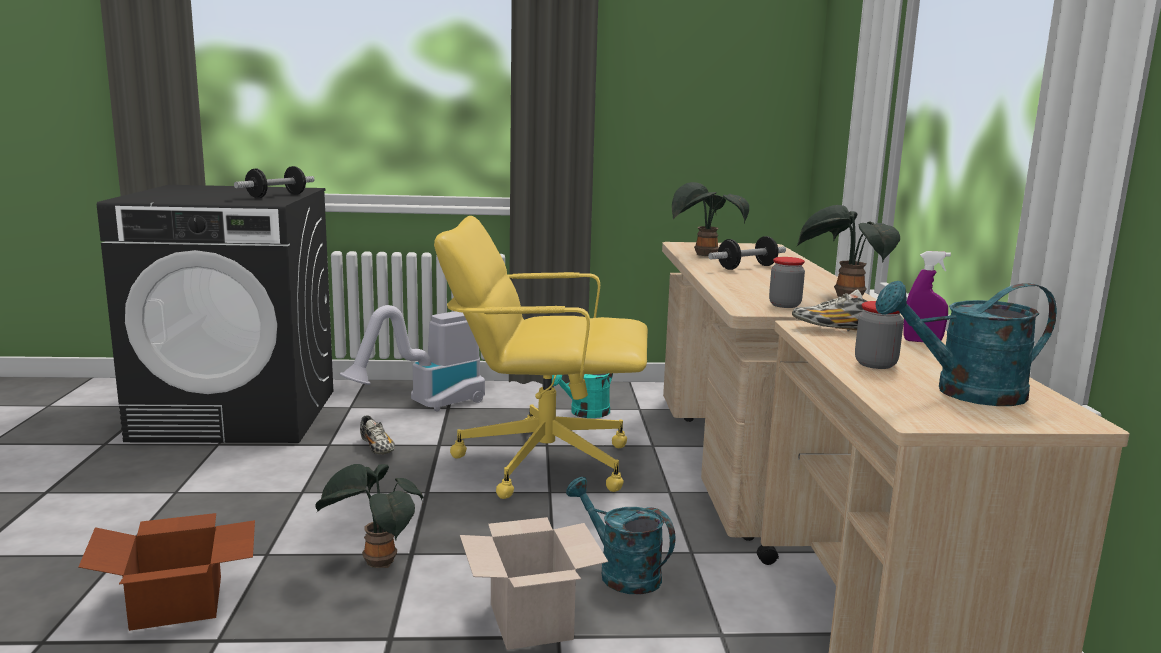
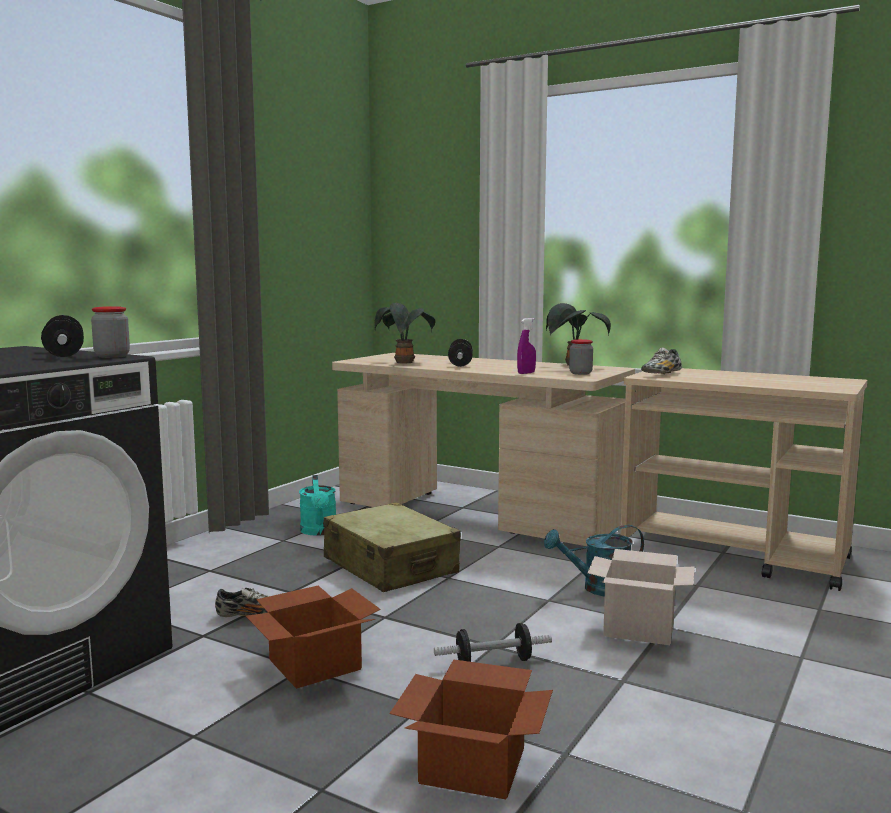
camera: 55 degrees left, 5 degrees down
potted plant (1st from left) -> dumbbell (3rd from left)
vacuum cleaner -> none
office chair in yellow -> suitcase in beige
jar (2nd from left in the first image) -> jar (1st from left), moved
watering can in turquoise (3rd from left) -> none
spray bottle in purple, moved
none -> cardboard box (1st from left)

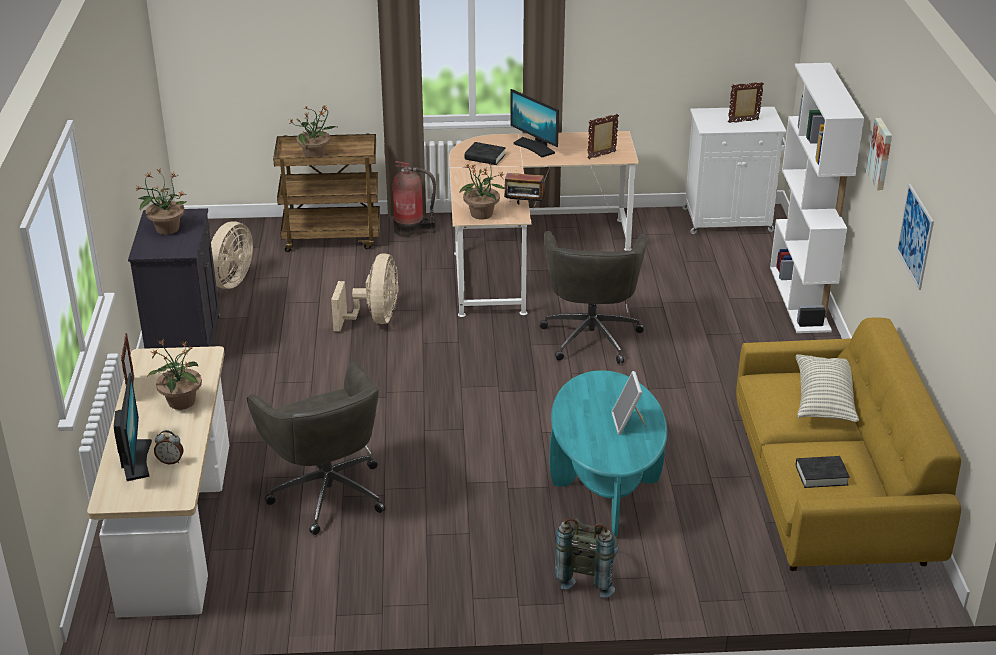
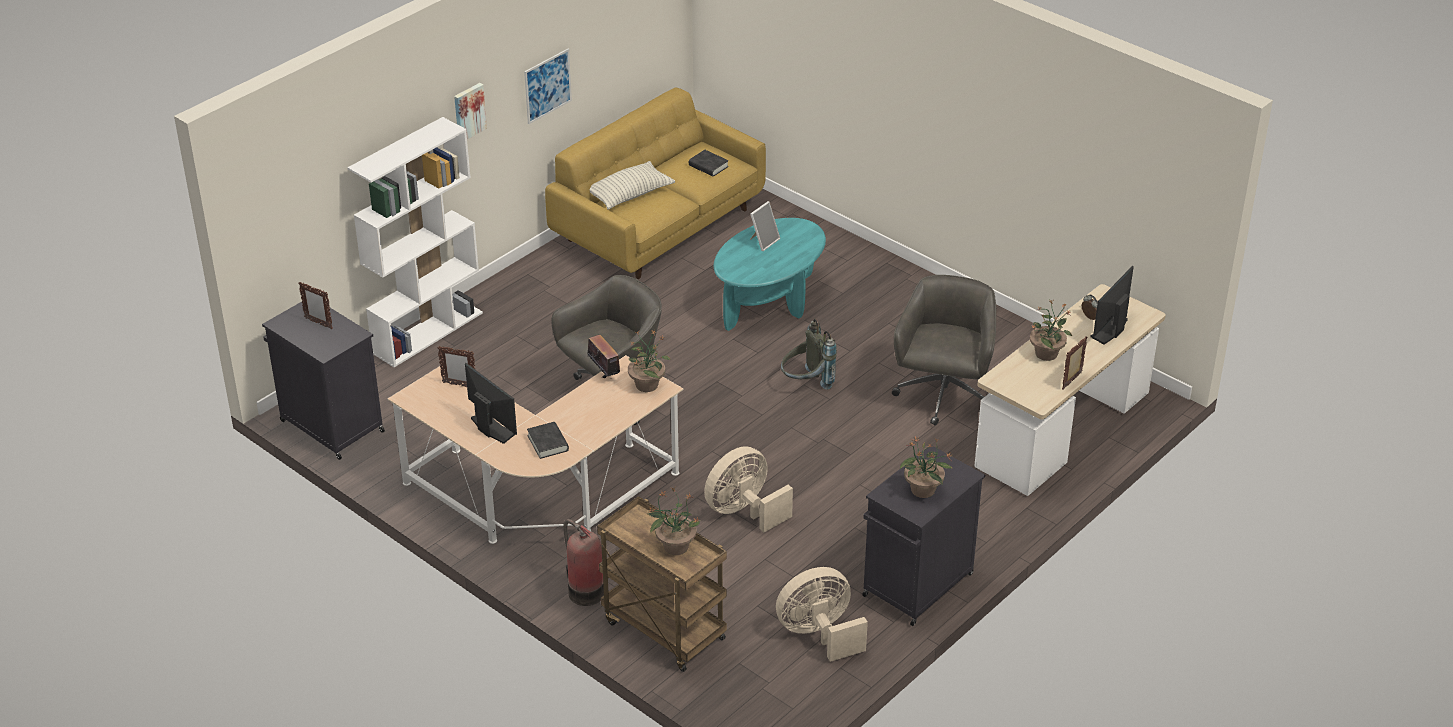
camera: 135 degrees left, 5 degrees up
monitor (2nd from left in the first image) -> monitor (1st from left), 45 degrees counterclockwise
backpack in grey, moved
cabinet in white -> cabinet in black (1st from left)

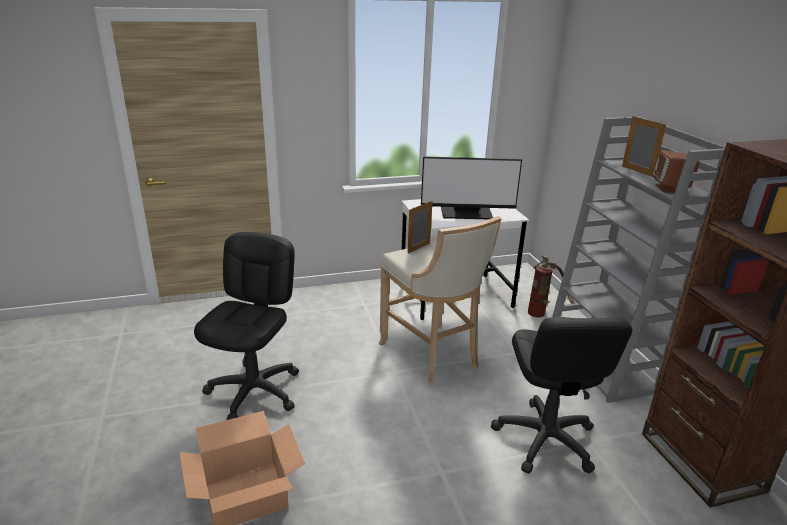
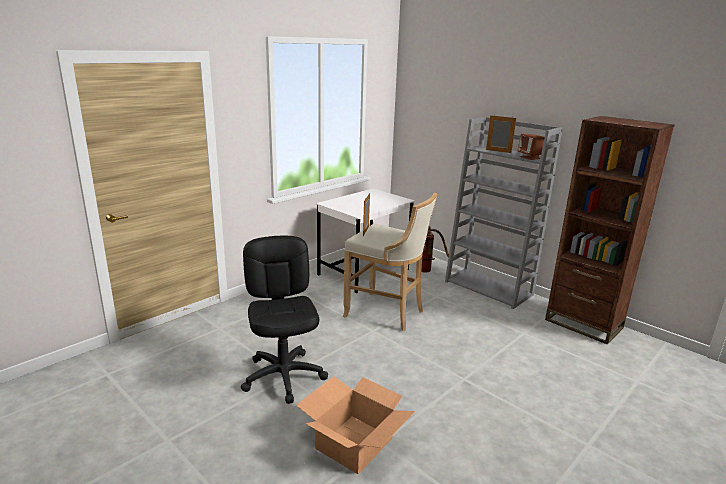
camera: 30 degrees left, 5 degrees down
monitor -> none
office chair in black (2nd from left) -> none

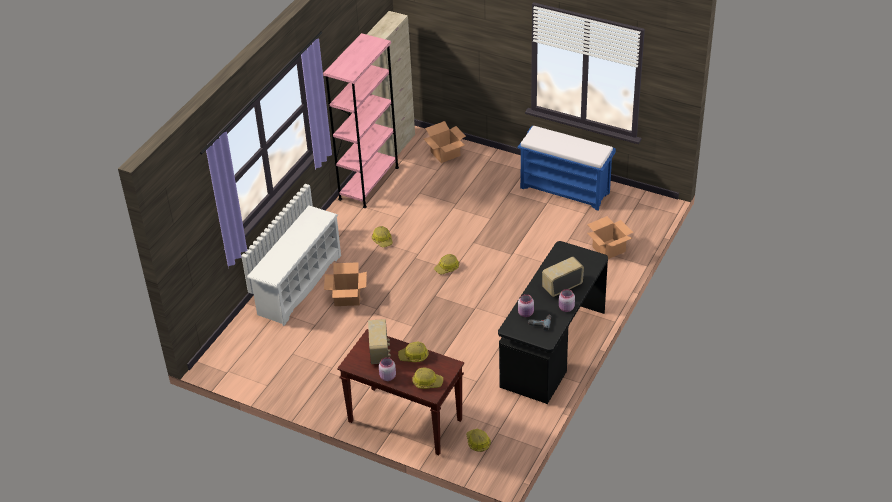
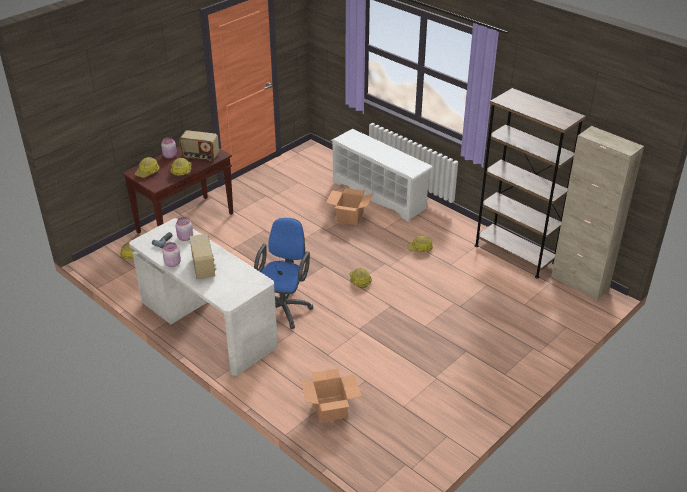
camera: 105 degrees right, 5 degrees down
bookcase in pink -> bookcase in brown
cardboard box (2nd from left) -> none
desk in black -> desk in white
bench in blue -> none
none -> office chair in blue

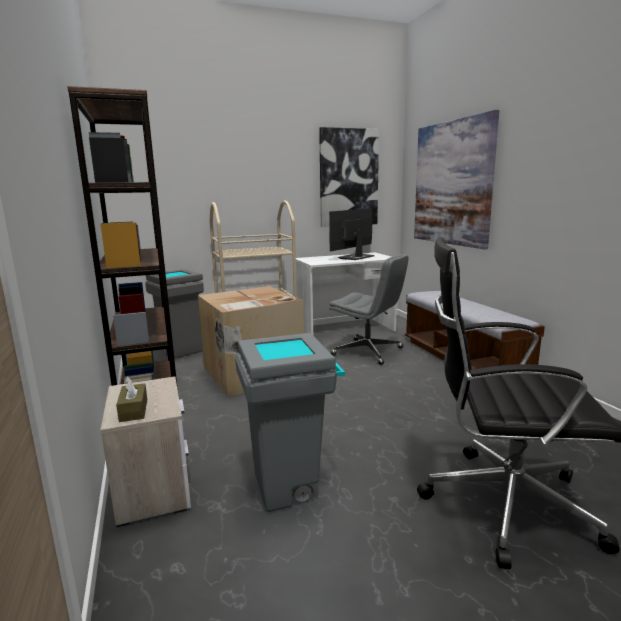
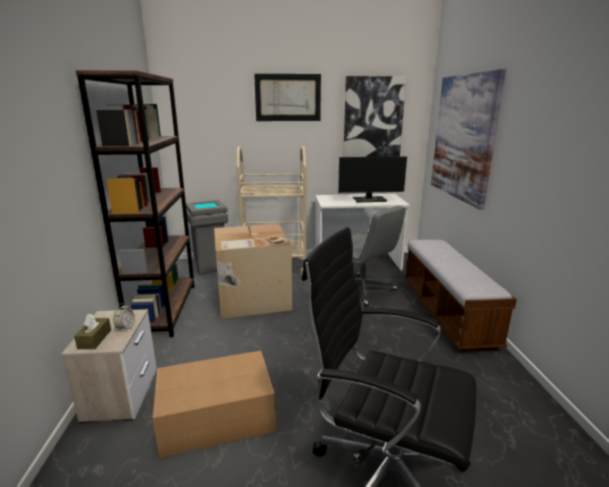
camera: 15 degrees right, 5 degrees up
trash can in grey (2nd from left) -> cardboard box (1st from left)
monitor, 150 degrees counterclockwise
none -> alarm clock
none -> picture (1st from left)

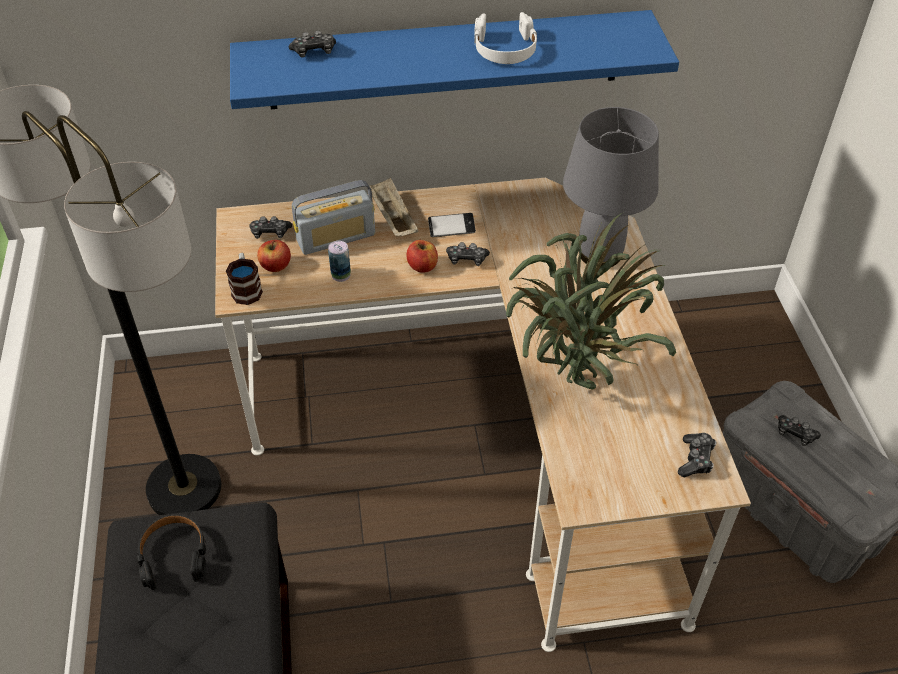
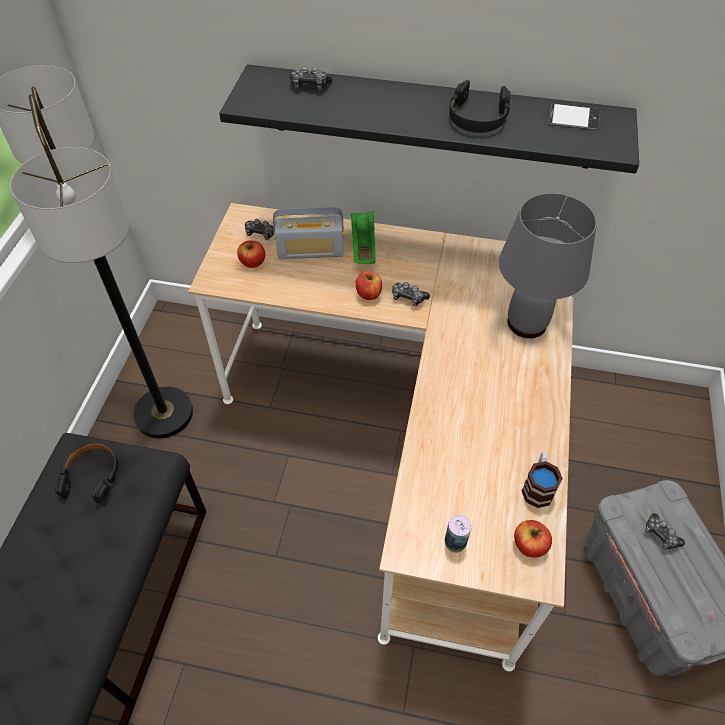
camera: 20 degrees right, 5 degrees up
mug, moved
shelf in blue -> shelf in black
can, moved
tray in beige -> tray in green
phone, moved
headphones in white -> headphones in black (2nd from left)
potted plant -> none
game controller (4th from left) -> apple (3rd from left)

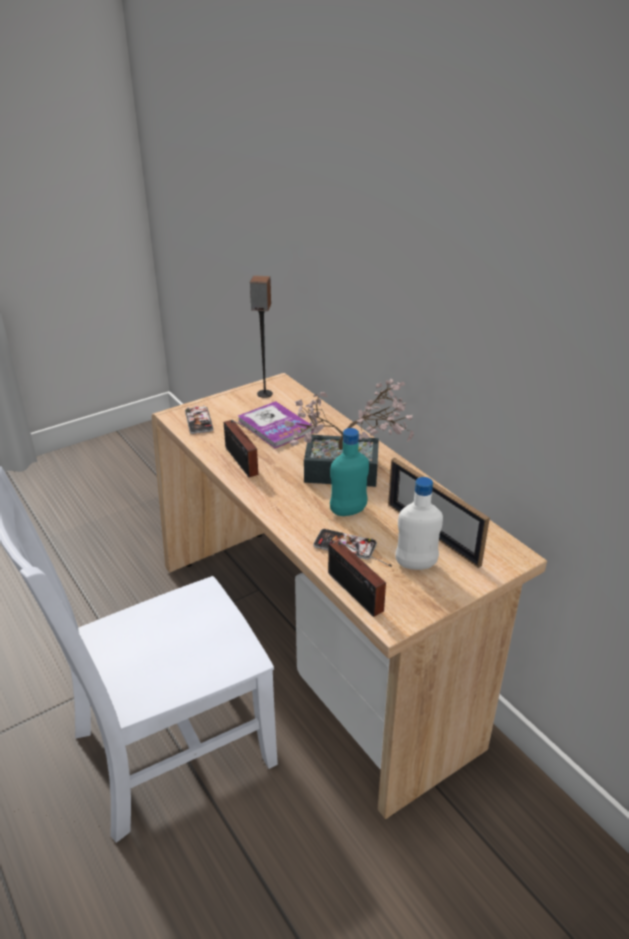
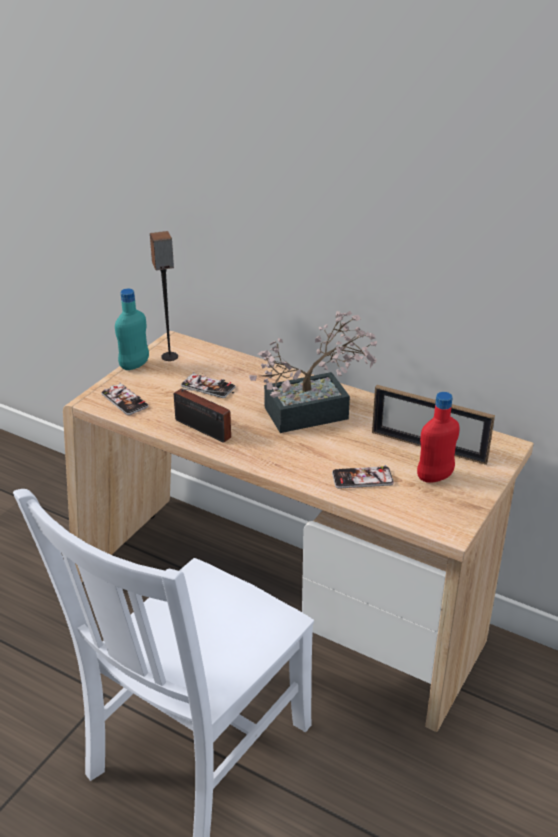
camera: 25 degrees left, 0 degrees up
book -> phone (2nd from left)
radio (2nd from left) -> none
bottle in turquoise, moved
bottle in white -> bottle in red

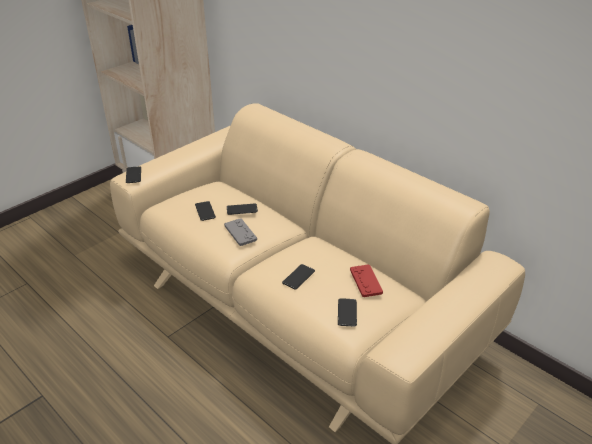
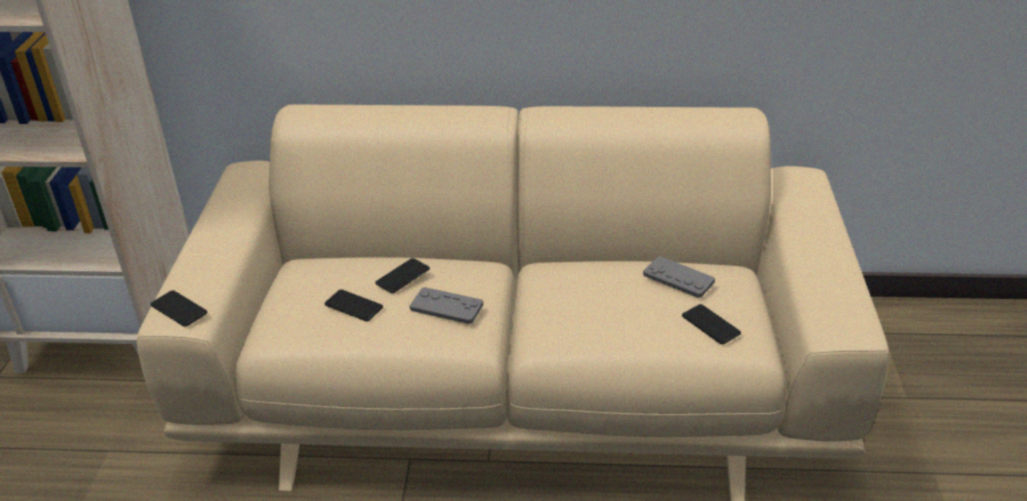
camera: 40 degrees left, 0 degrees up
phone (4th from left) -> none
game controller in red -> game controller in grey (2nd from left)

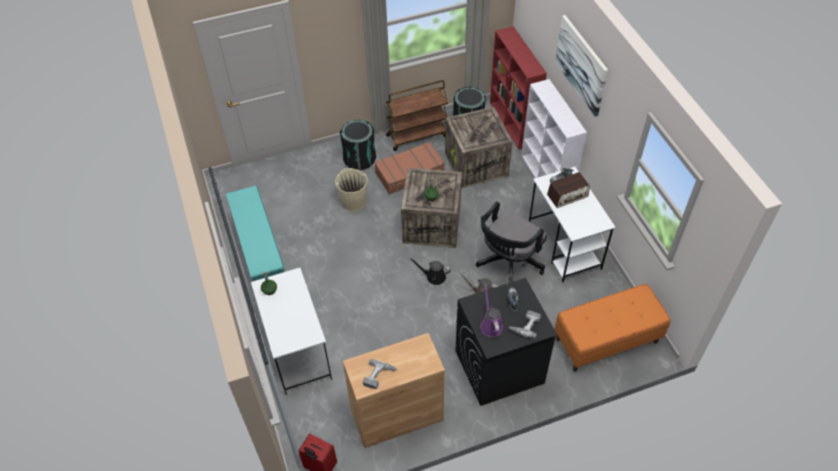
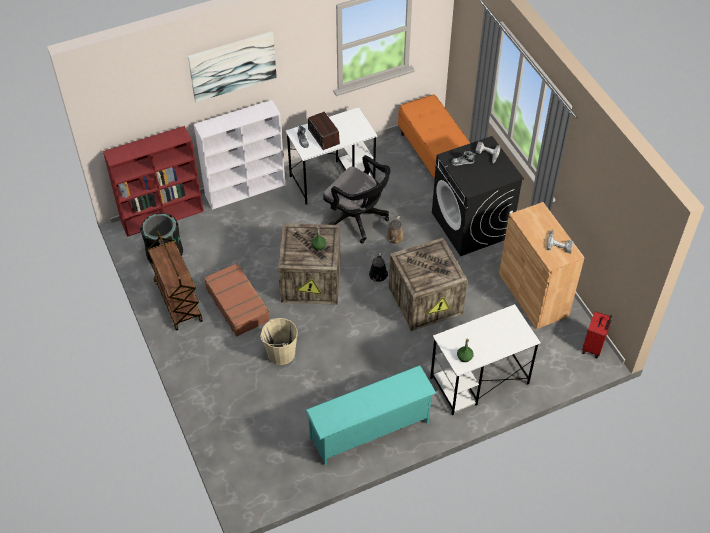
camera: 95 degrees left, 0 degrees up
trash can in black (1st from left) -> none
crate (2nd from left), moved
watering can in purple -> none

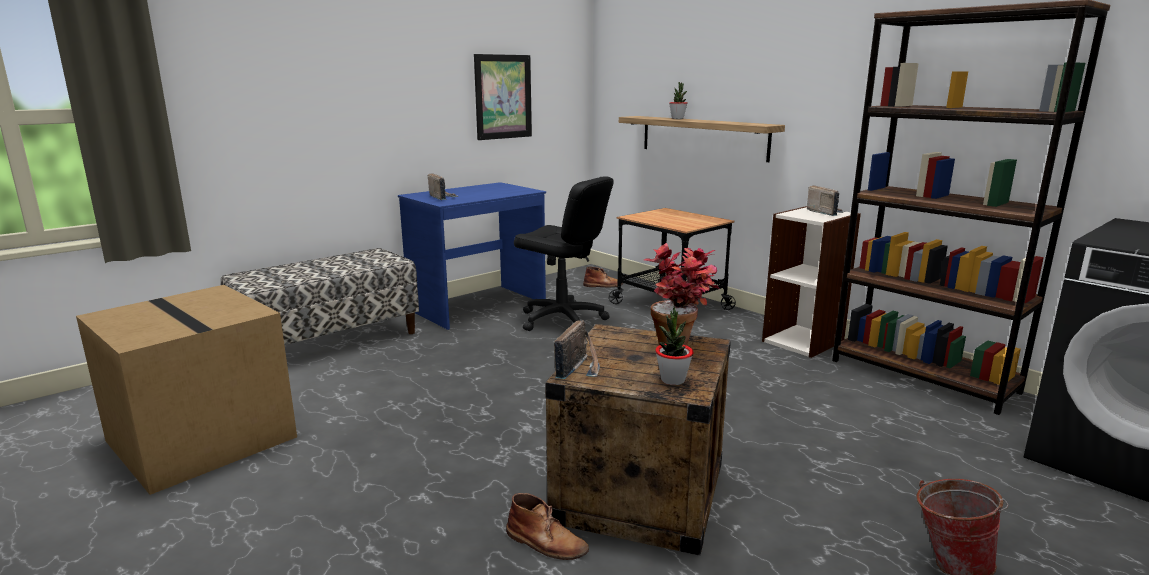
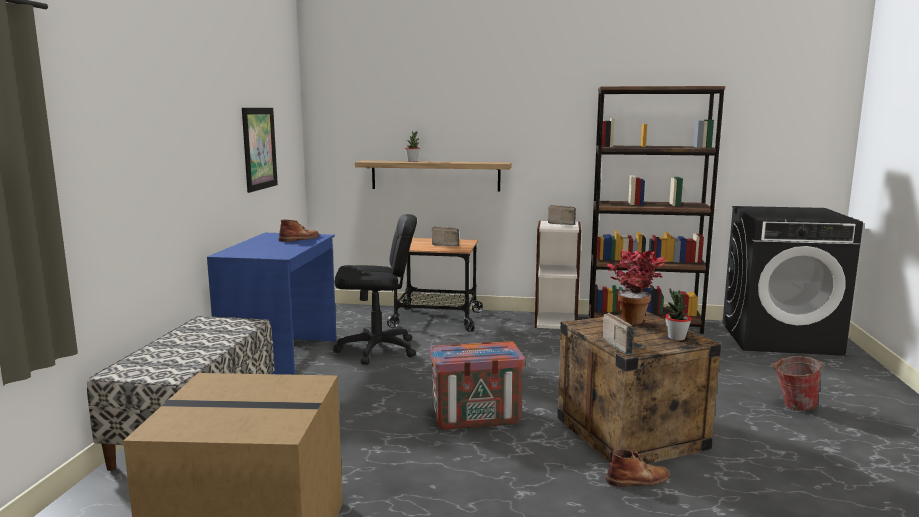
camera: 40 degrees left, 5 degrees down
radio (1st from left), moved
boot in brown (2nd from left in the first image) -> boot in brown (1st from left), moved
none -> crate (1st from left)

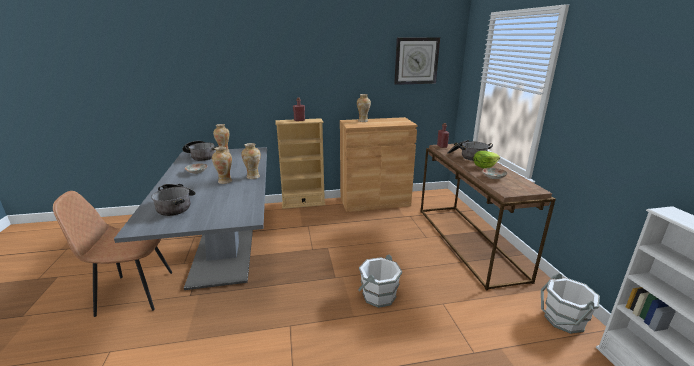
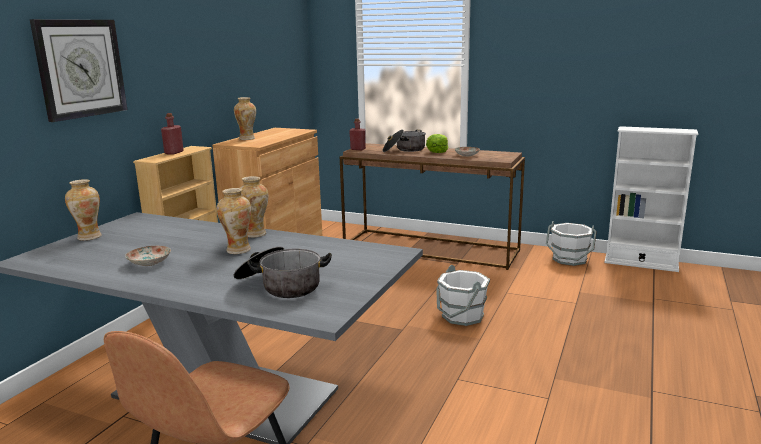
camera: 55 degrees left, 5 degrees down
cooking pot (2nd from left) -> none
wall clock, moved

